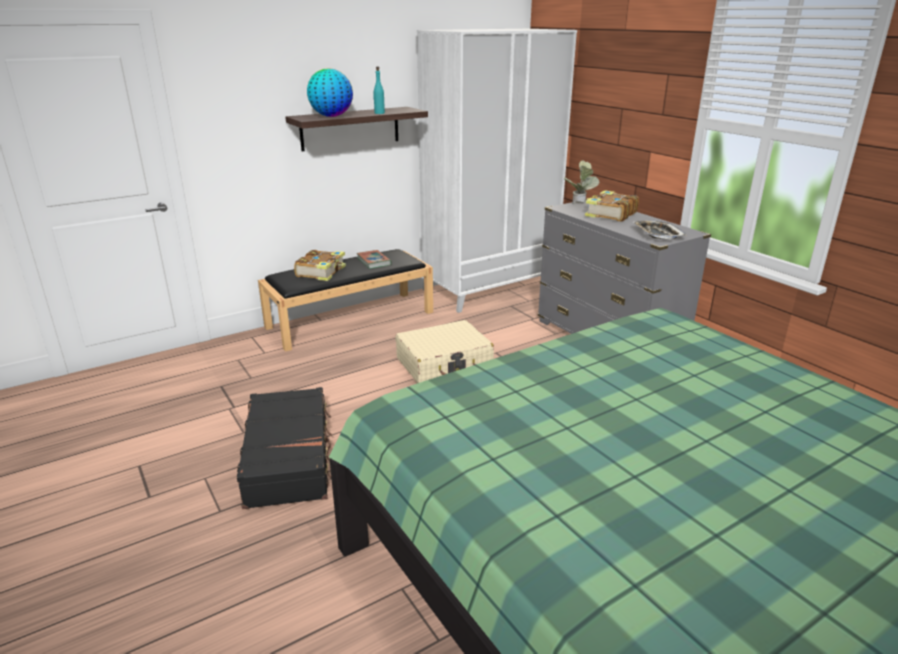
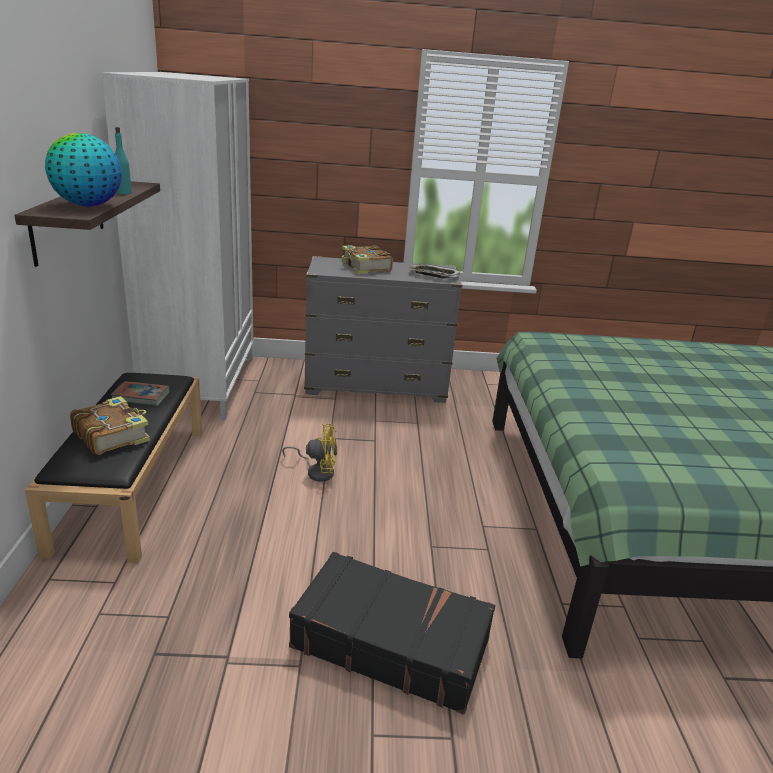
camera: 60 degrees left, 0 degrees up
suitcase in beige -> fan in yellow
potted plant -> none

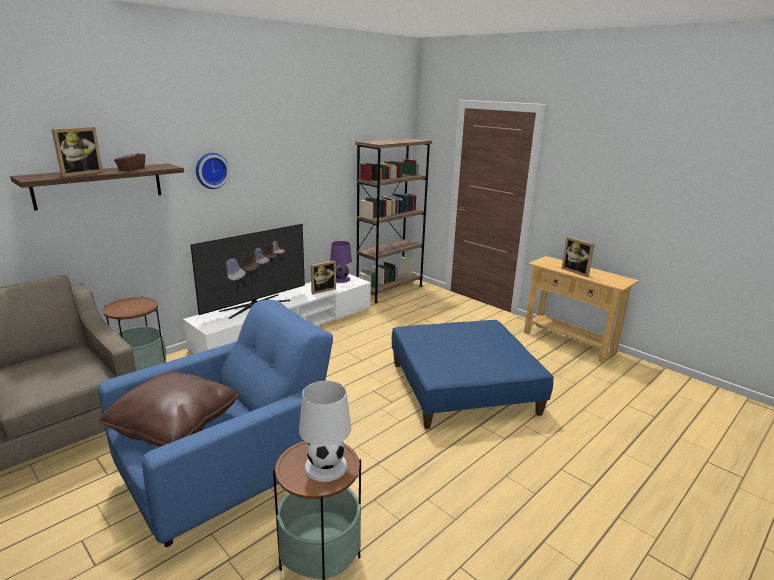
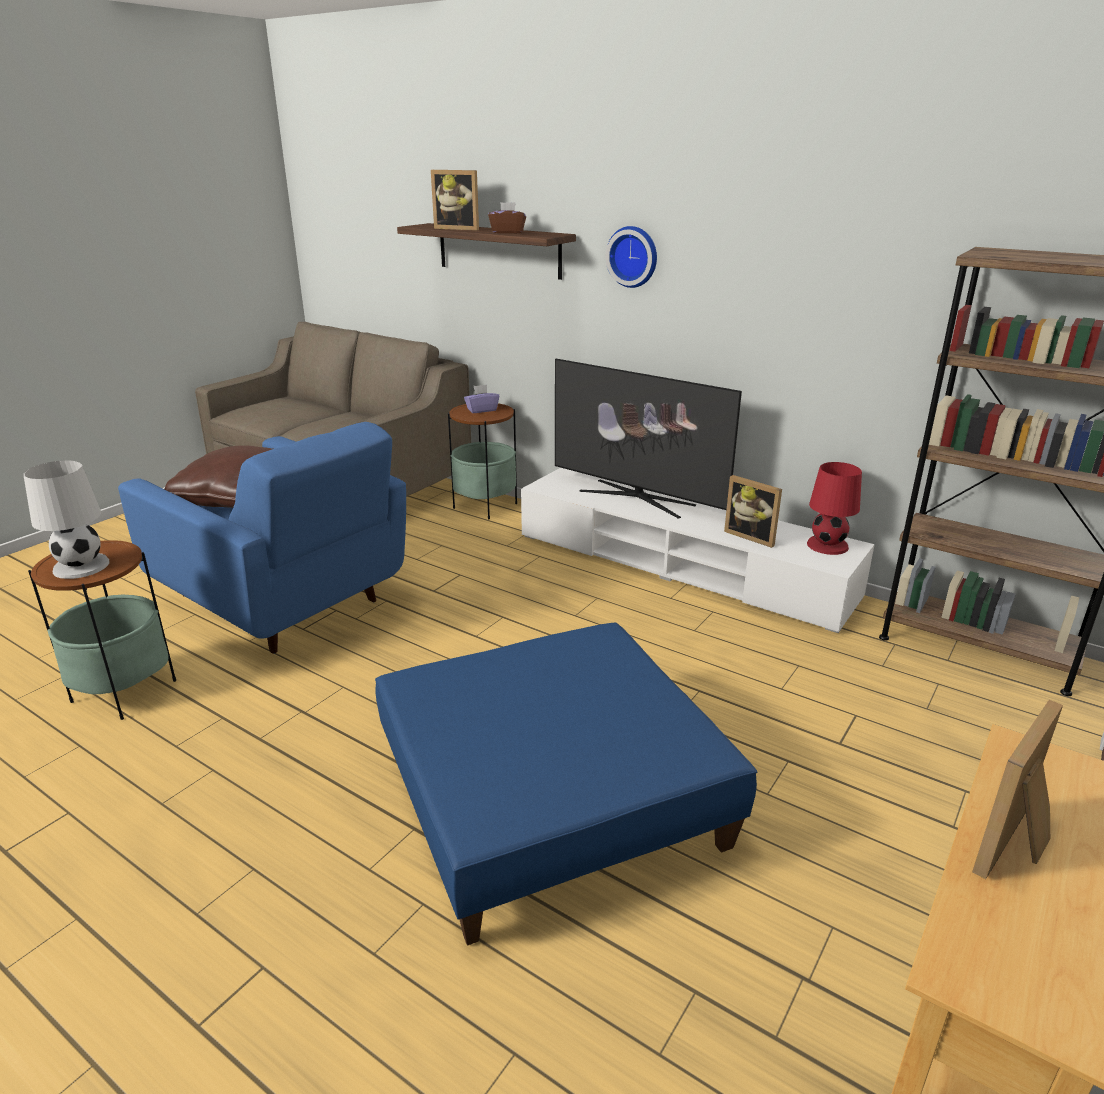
camera: 80 degrees right, 5 degrees up
table lamp in purple -> table lamp in red
none -> tissue box in purple

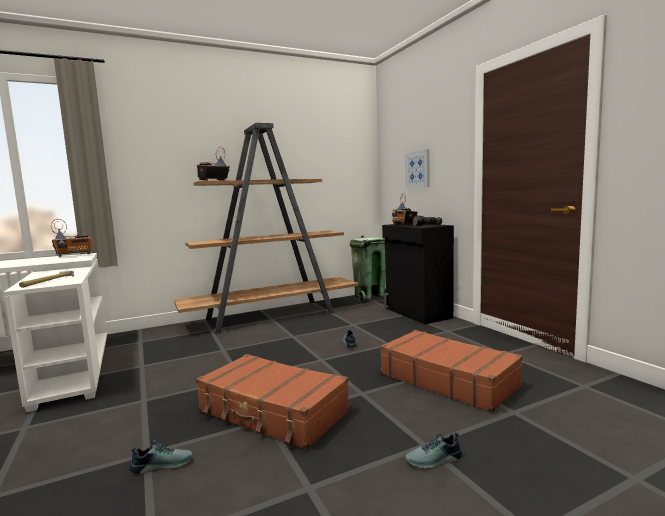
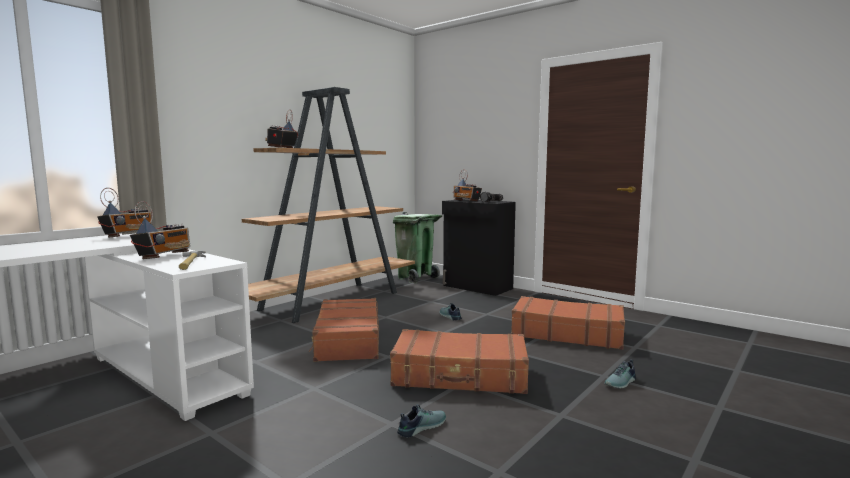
camera: 25 degrees left, 0 degrees up
picture -> none
none -> radio (2nd from left)
none -> suitcase in brown (1st from left)

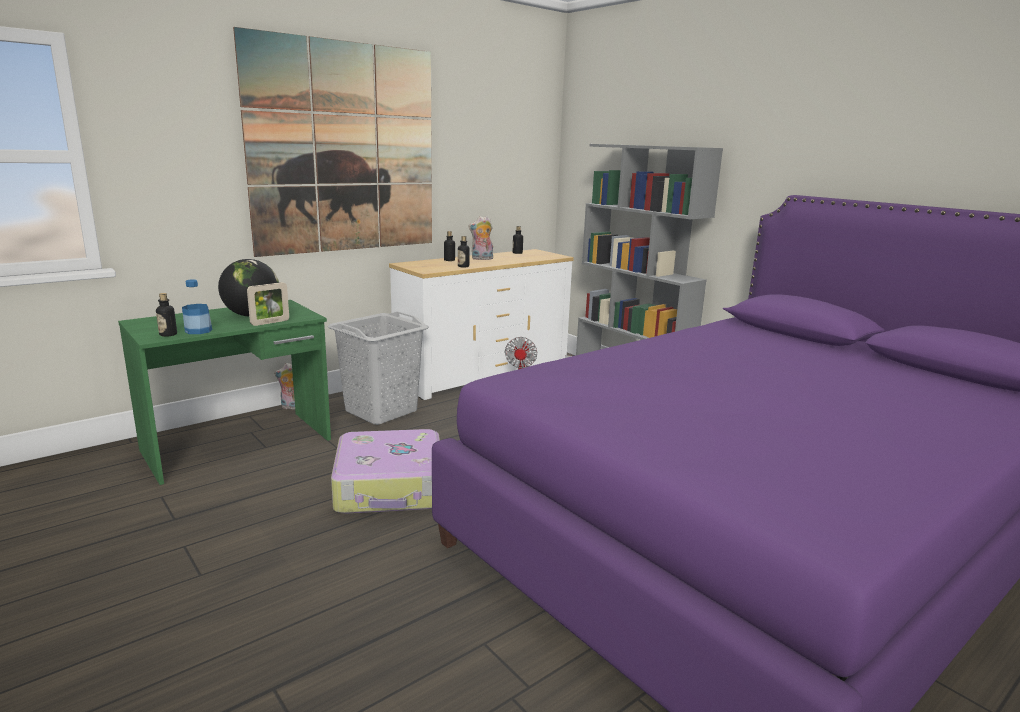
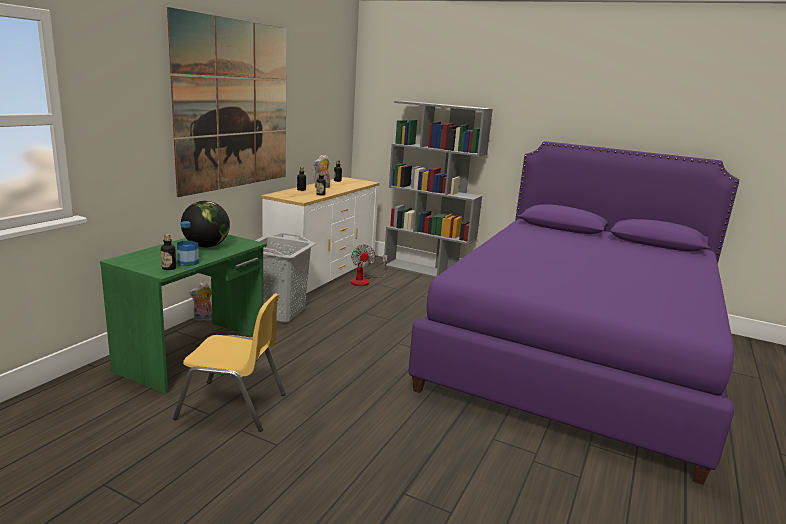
camera: 25 degrees left, 0 degrees up
picture frame -> none
suitcase -> none
none -> chair in yellow

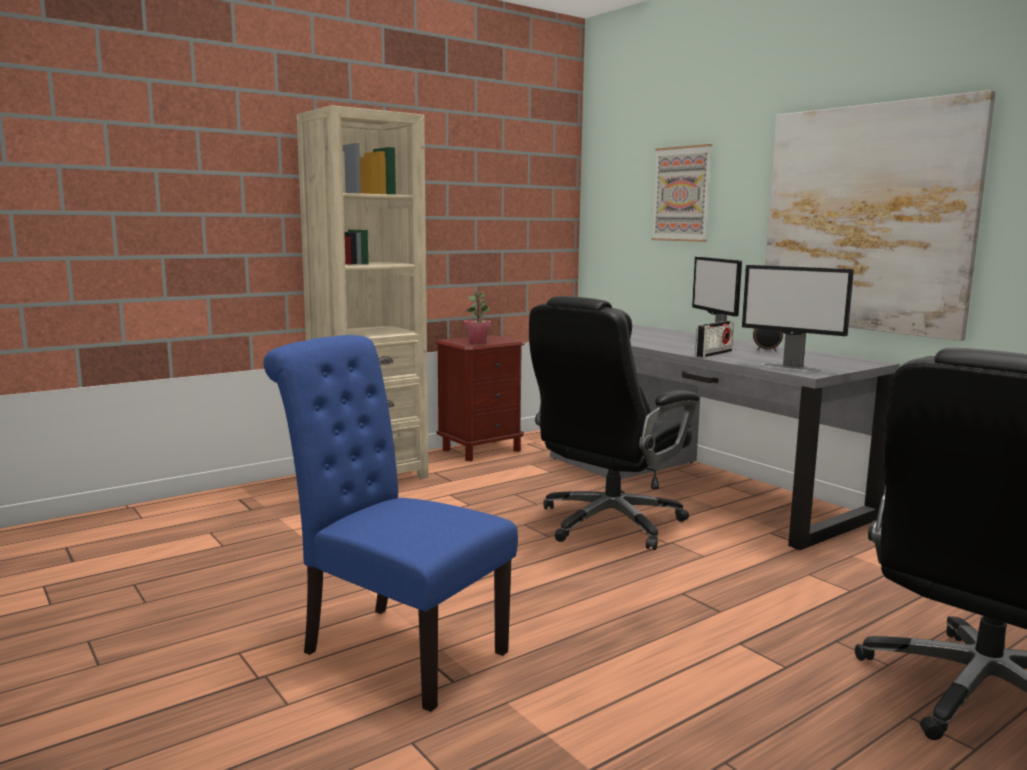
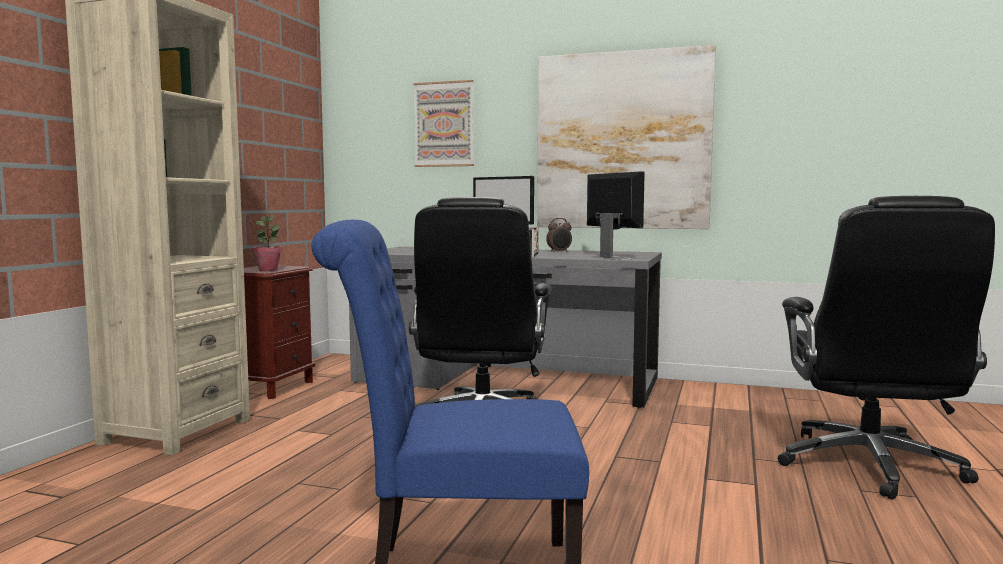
camera: 35 degrees left, 5 degrees down
monitor (2nd from left), 120 degrees counterclockwise

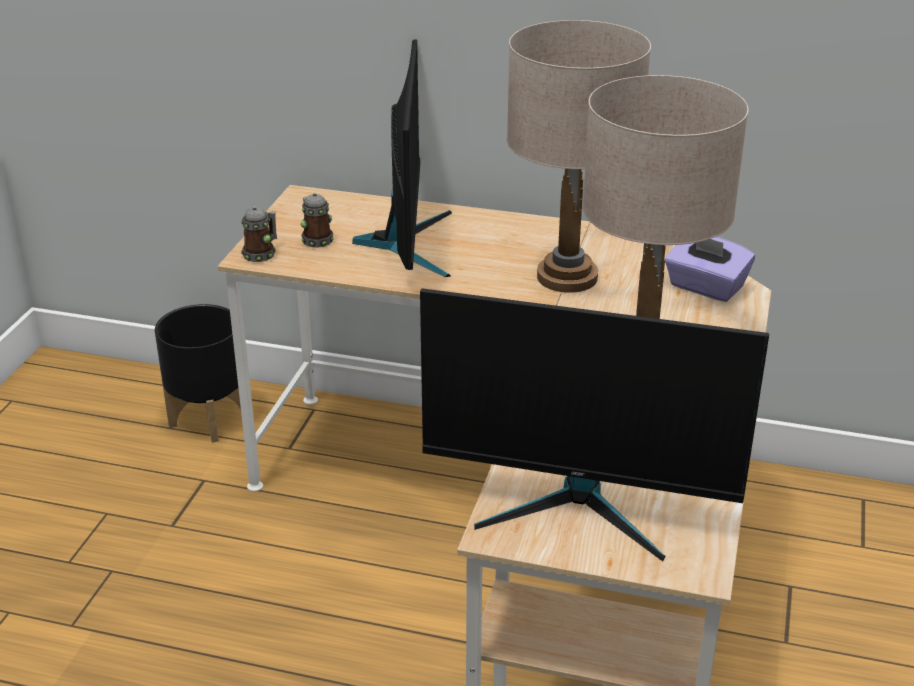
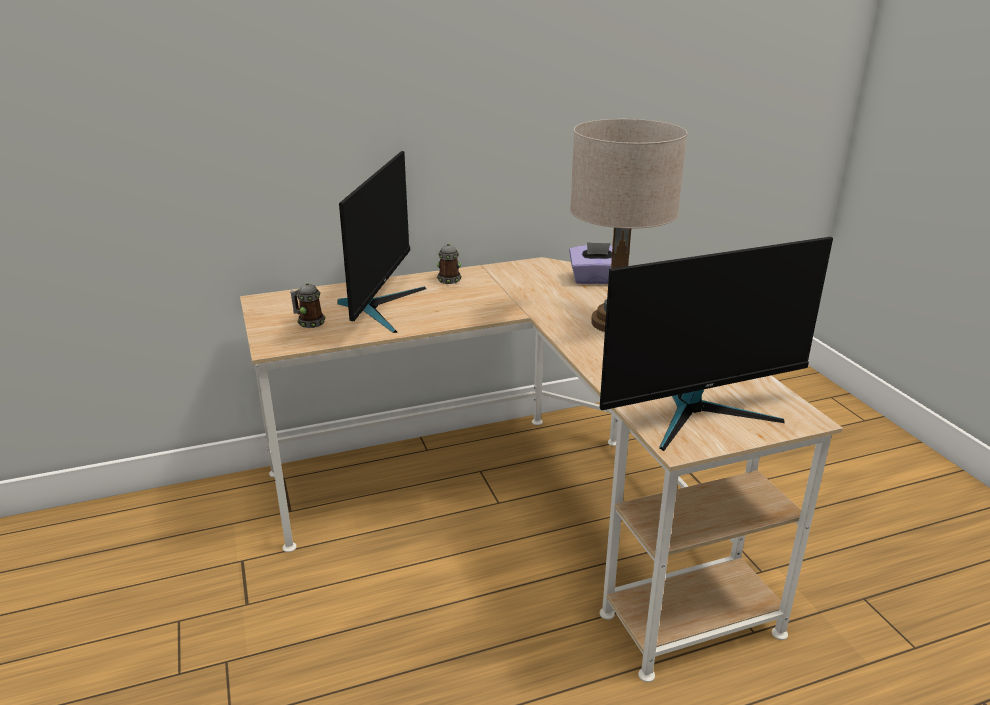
camera: 35 degrees left, 5 degrees down
planter in black -> none
mug (1st from left in the first image) -> mug (2nd from left), moved
monitor (1st from left), 45 degrees clockwise
table lamp in beige (1st from left) -> none

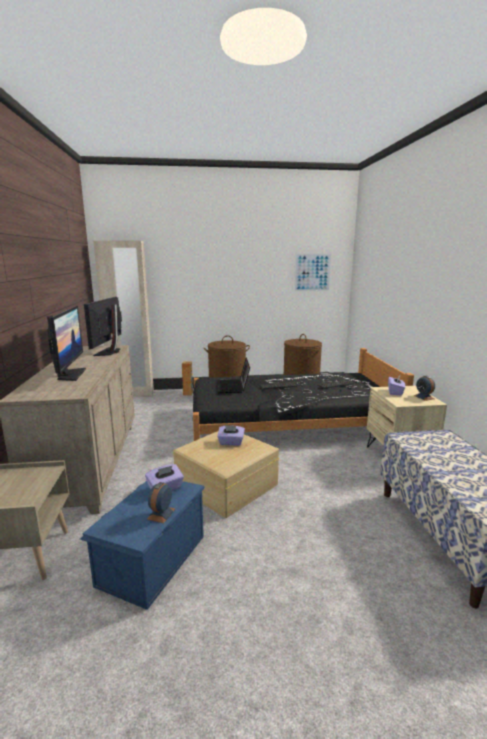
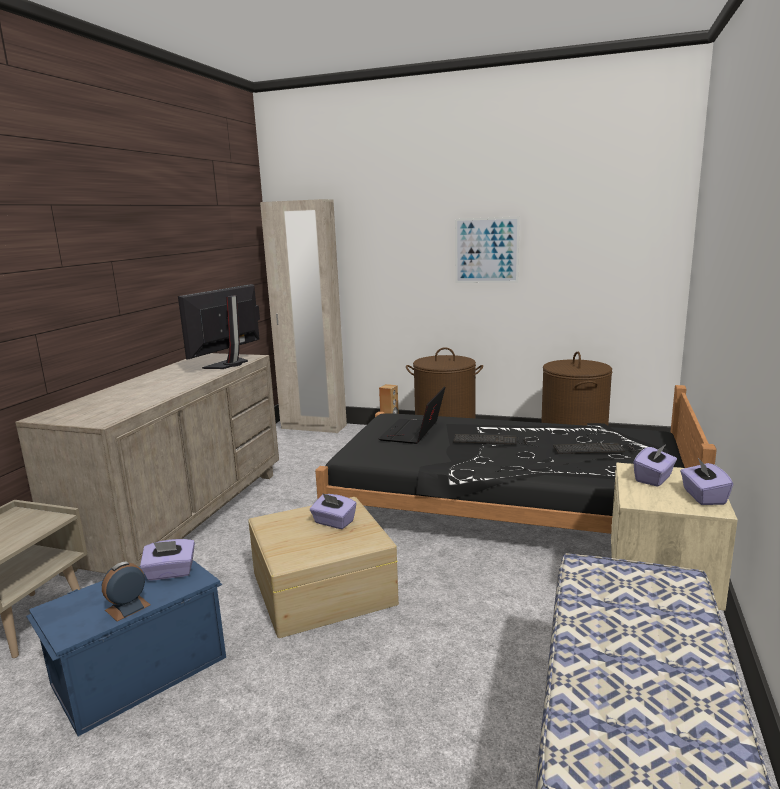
camera: 25 degrees right, 0 degrees up
monitor (1st from left) -> none
picture, moved
alarm clock (2nd from left) -> tissue box in purple (4th from left)

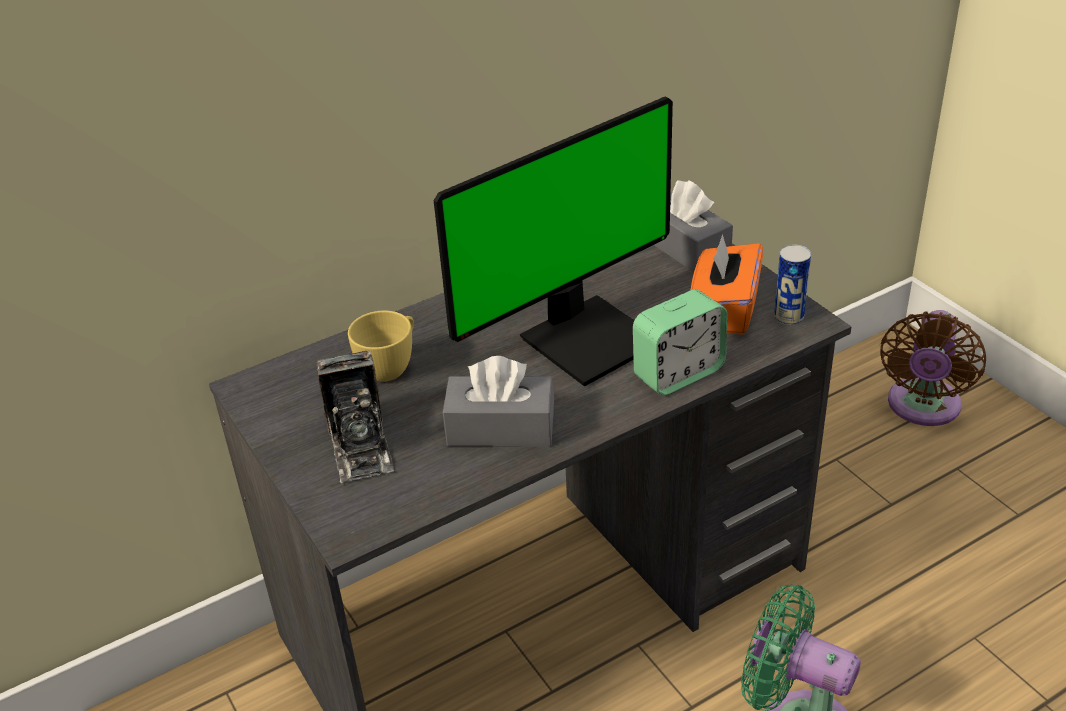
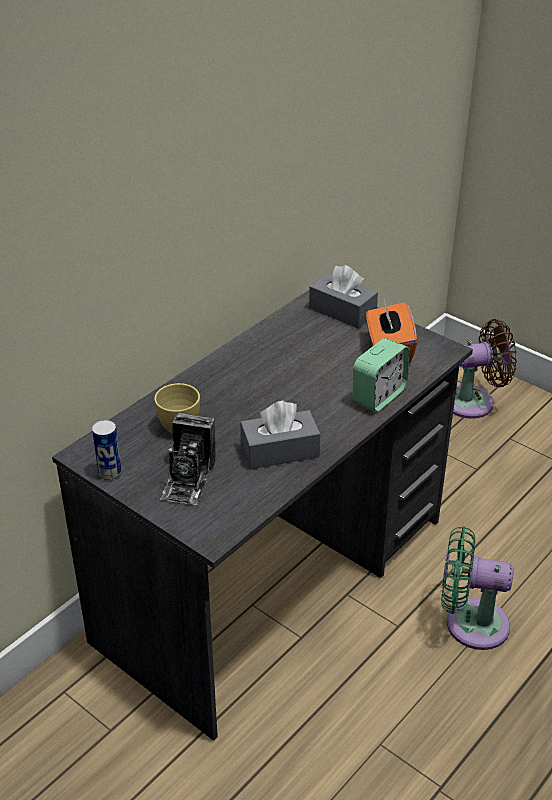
camera: 20 degrees left, 0 degrees up
photo camera, 45 degrees clockwise
monitor -> none
can, moved
fan in brown, 105 degrees counterclockwise

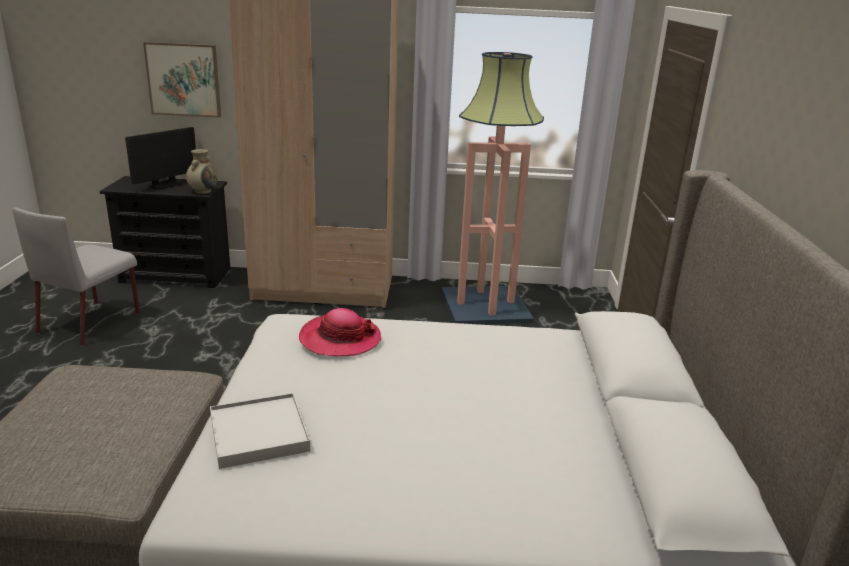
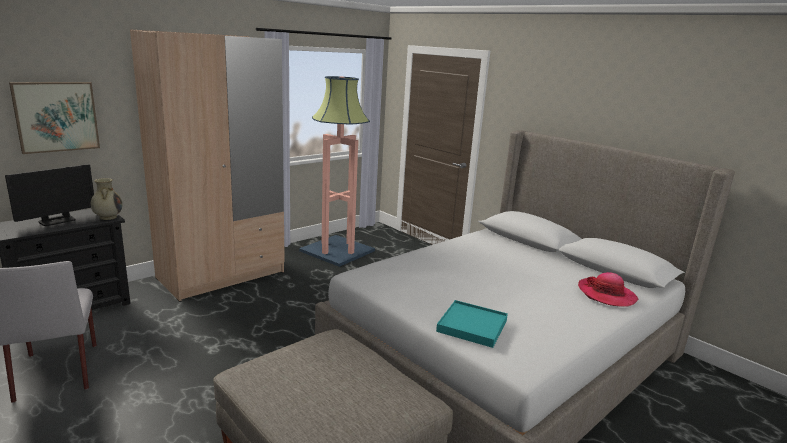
camera: 45 degrees left, 5 degrees down
monitor, 45 degrees clockwise
tray in white -> tray in turquoise
hat, moved

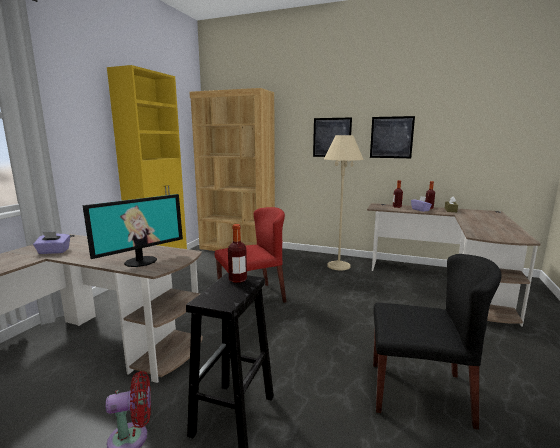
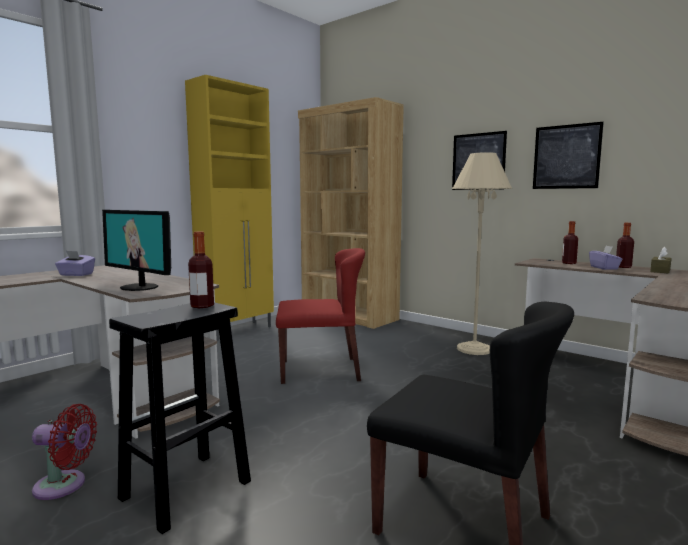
camera: 20 degrees right, 5 degrees down
monitor, 60 degrees clockwise

